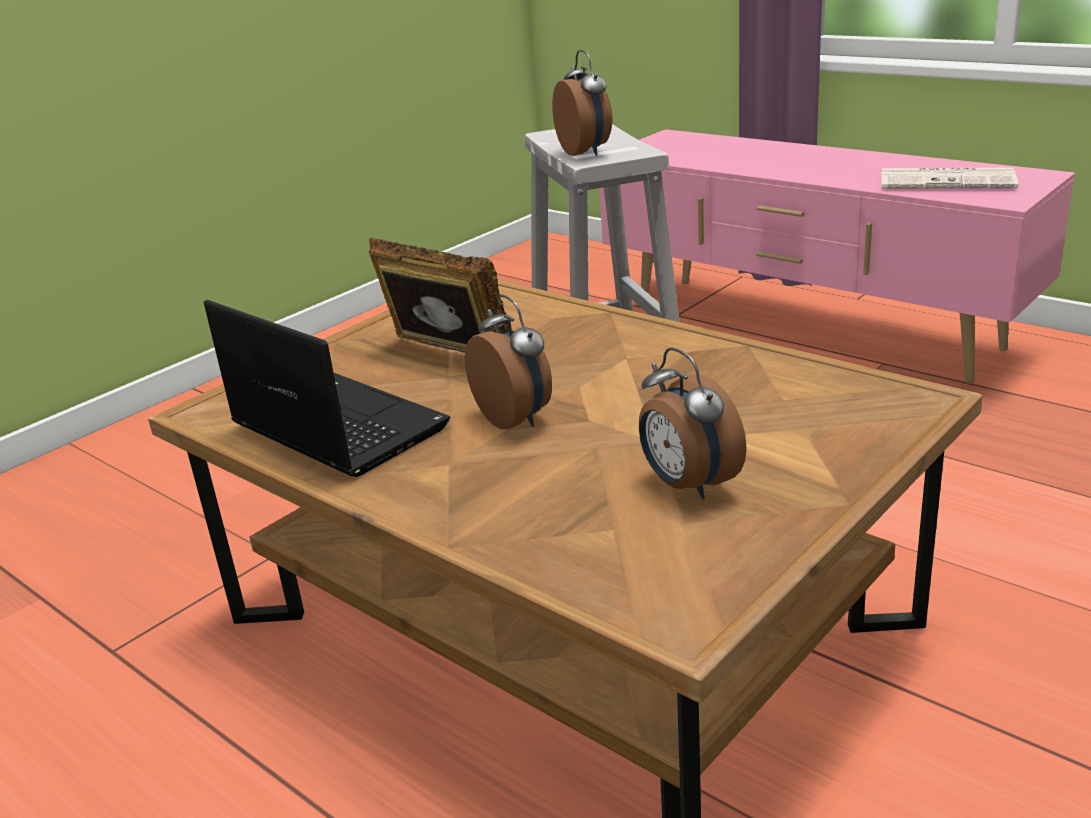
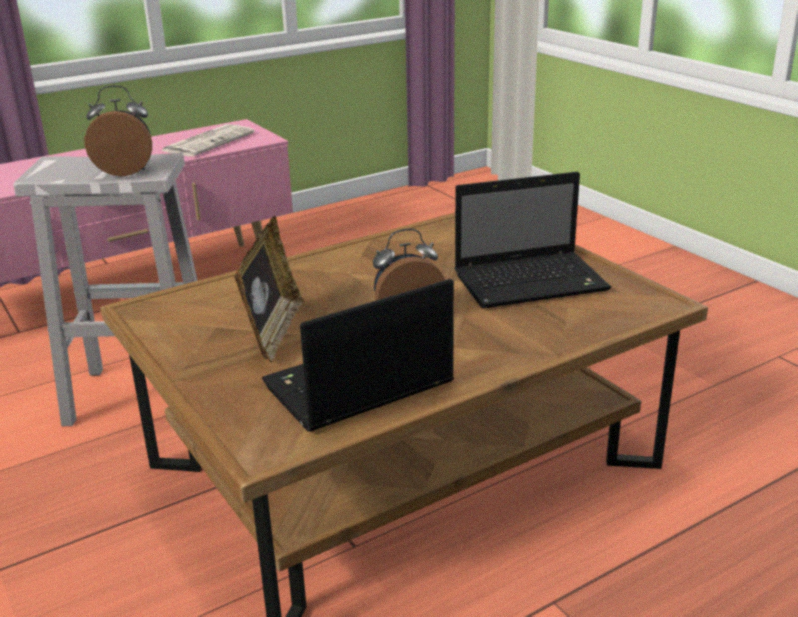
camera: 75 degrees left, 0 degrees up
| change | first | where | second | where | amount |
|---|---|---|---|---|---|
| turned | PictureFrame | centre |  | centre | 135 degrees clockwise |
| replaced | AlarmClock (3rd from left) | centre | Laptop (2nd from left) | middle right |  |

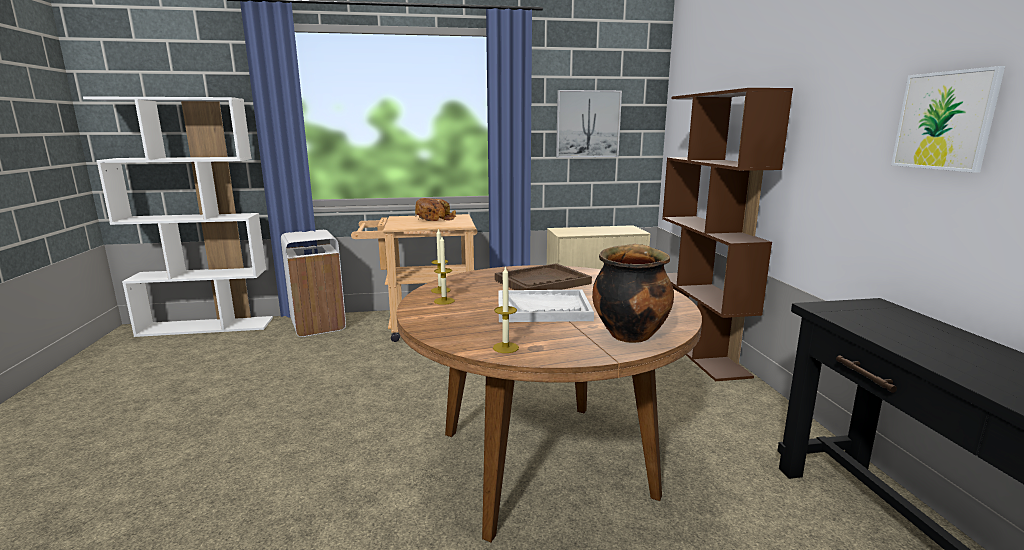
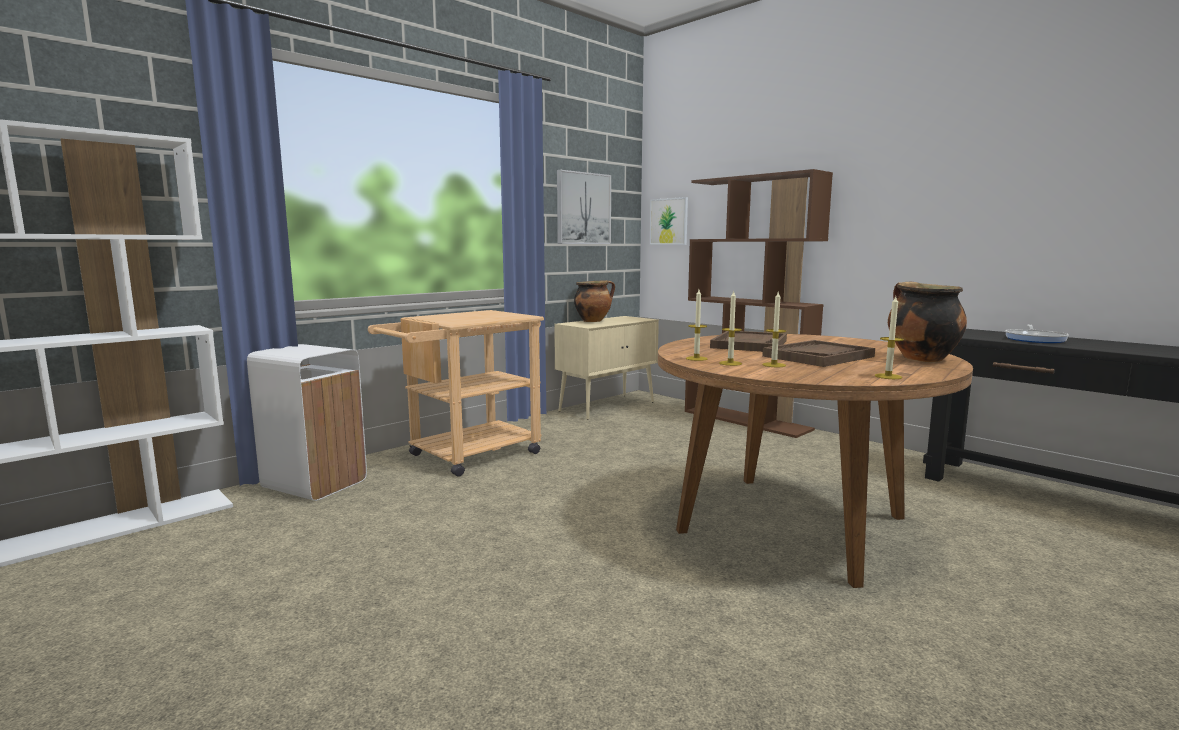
camera: 35 degrees left, 5 degrees down
| change | first | where | second | where | amount |
|---|---|---|---|---|---|
| removed | Bread | centre |  |  |  |
| recoloured | WhiteTray | centre | BrownTray (2nd from left) | middle right |  |
| moved | Picture (2nd from left) | top right |  | top centre |  |
| added |  |  | CookingPot (1st from left) | centre |  |
| added |  |  | Candle (3rd from left) | centre |  |
| added |  |  | FryingPan | middle right |  |

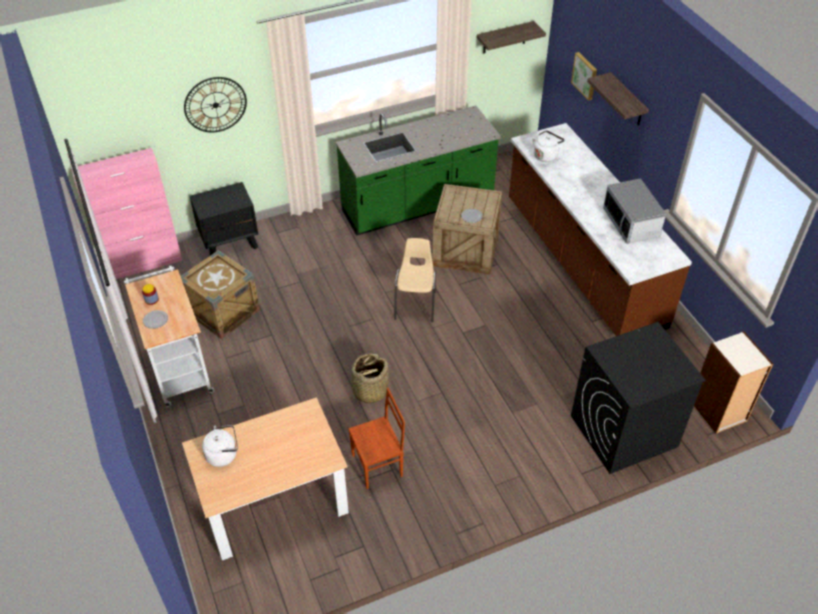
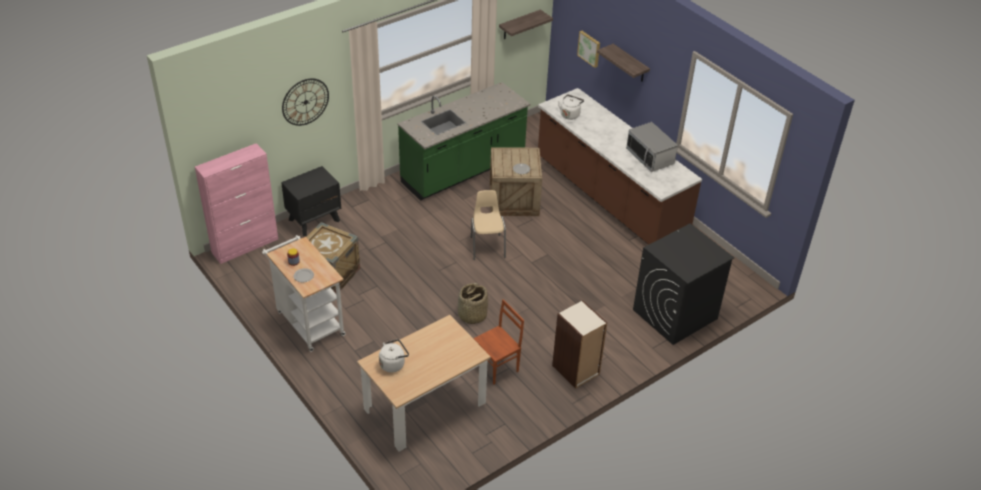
camera: 15 degrees left, 5 degrees down
| change | first | where | second | where | amount |
|---|---|---|---|---|---|
| moved | Bookcase | middle right |  | bottom centre |  |

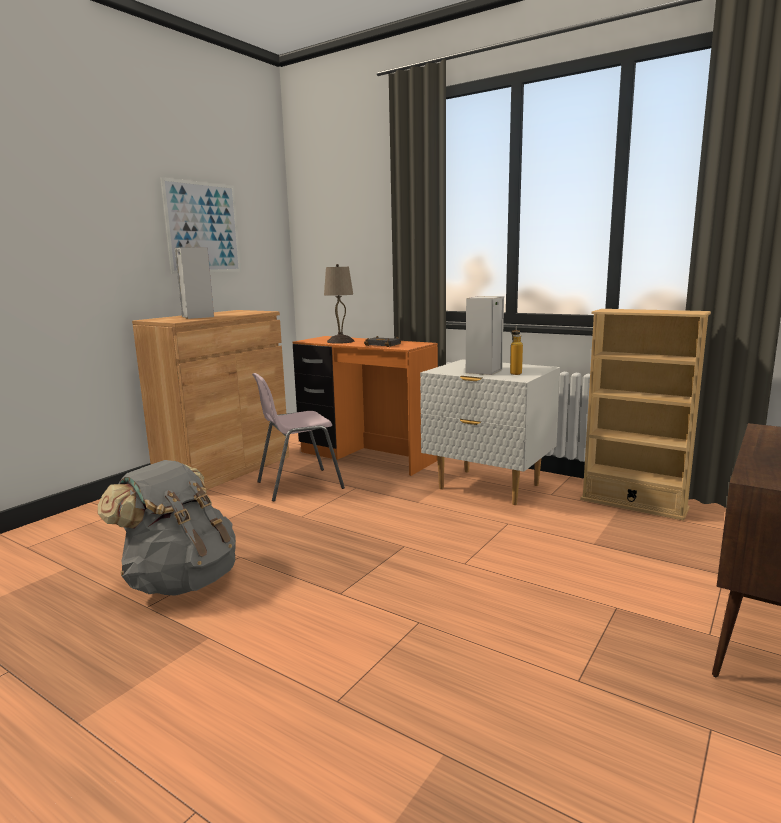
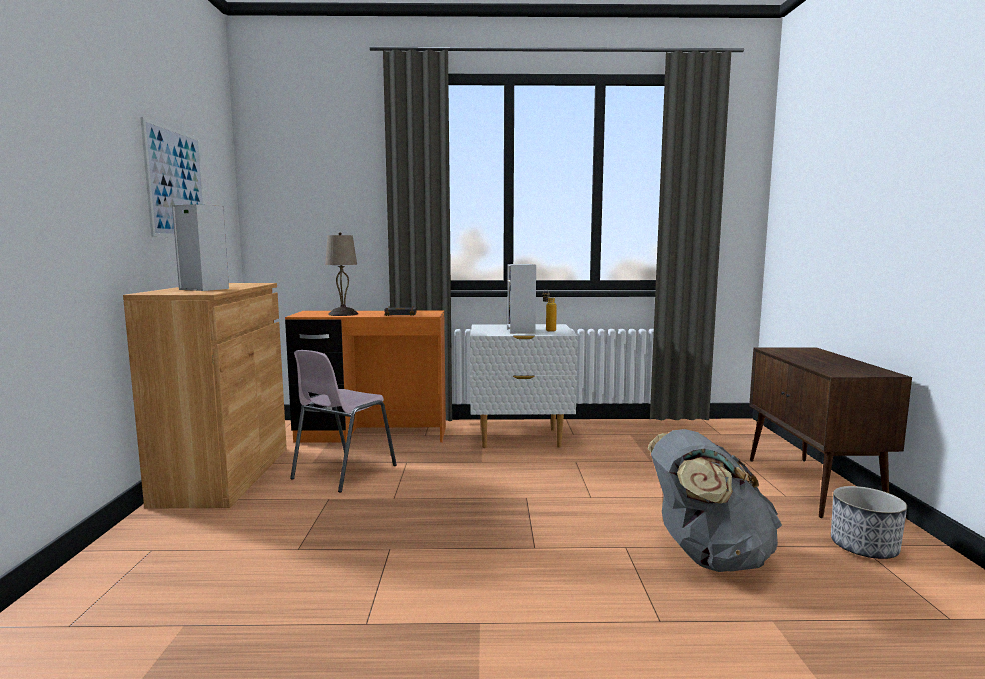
camera: 35 degrees left, 5 degrees down
| change | first | where | second | where | amount |
|---|---|---|---|---|---|
| moved | GreyBackpack | middle left |  | bottom right |  |
| removed | BeigeBookcase | middle right |  |  |  |
| added |  |  | Planter | bottom right |  |

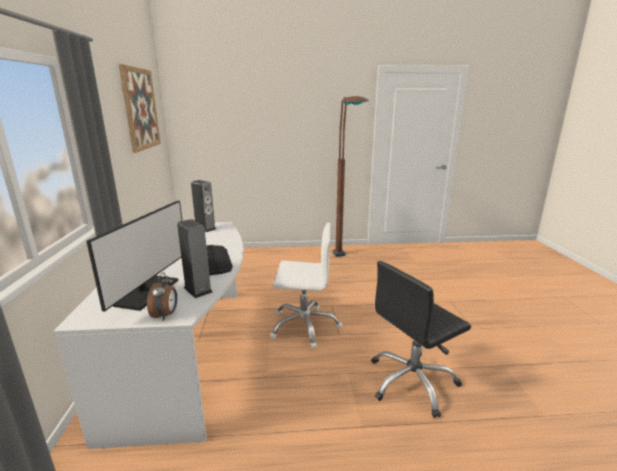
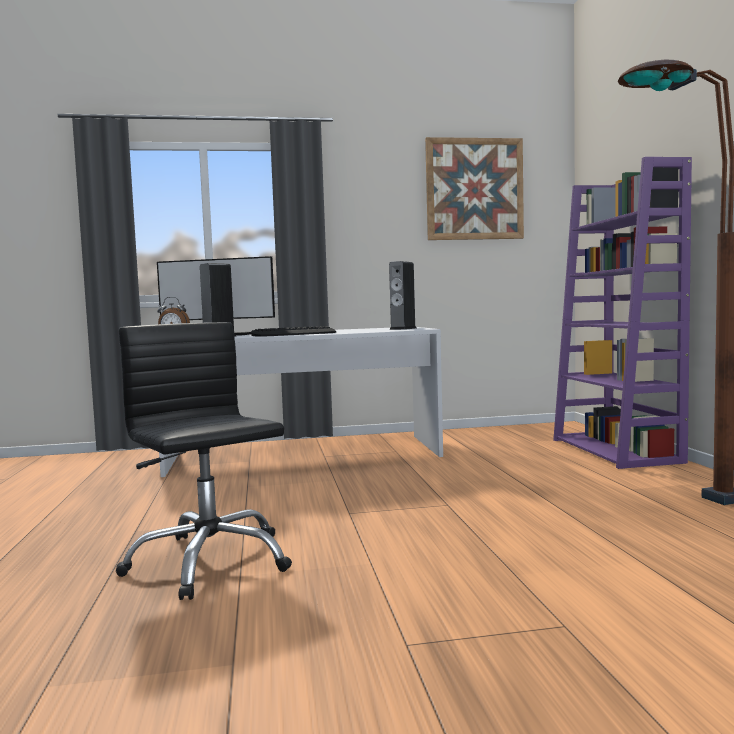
camera: 85 degrees right, 15 degrees down
| change | first | where | second | where | amount |
|---|---|---|---|---|---|
| removed | WhiteOfficeChair | centre |  |  |  |
| added |  |  | PurpleBookcase | middle right |  |

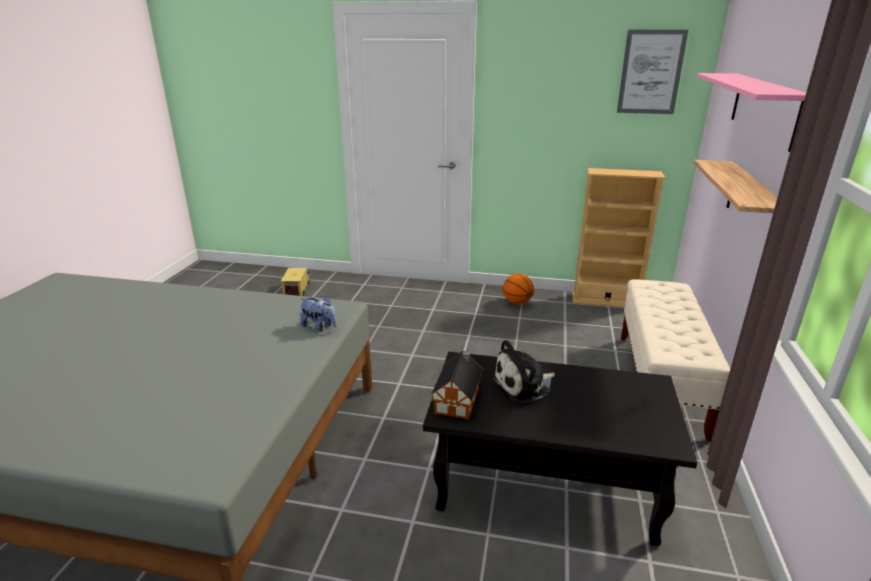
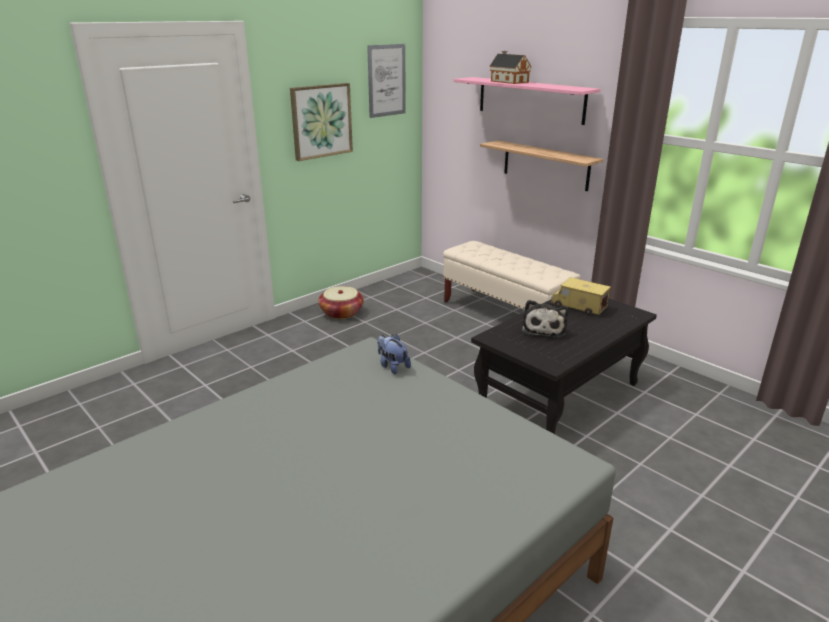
camera: 55 degrees left, 0 degrees up
| change | first | where | second | where | amount |
|---|---|---|---|---|---|
| moved | ToyTruck | centre |  | middle right |  |
| turned | PlushToy (1st from left) | centre |  | centre | 105 degrees counterclockwise |
| moved | ToyHouse | centre |  | top centre |  |
| replaced | Basketball | centre | Basket | centre |  |
| removed | BeigeBookcase | middle right |  |  |  |
| added |  |  | Picture (1st from left) | top centre |  |

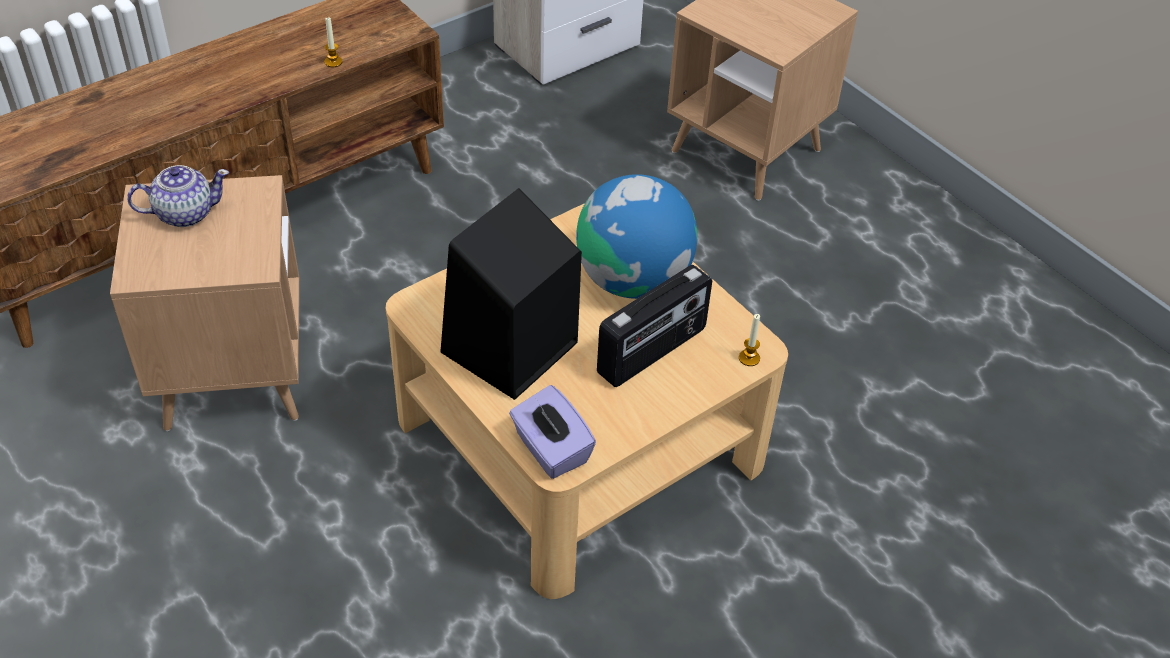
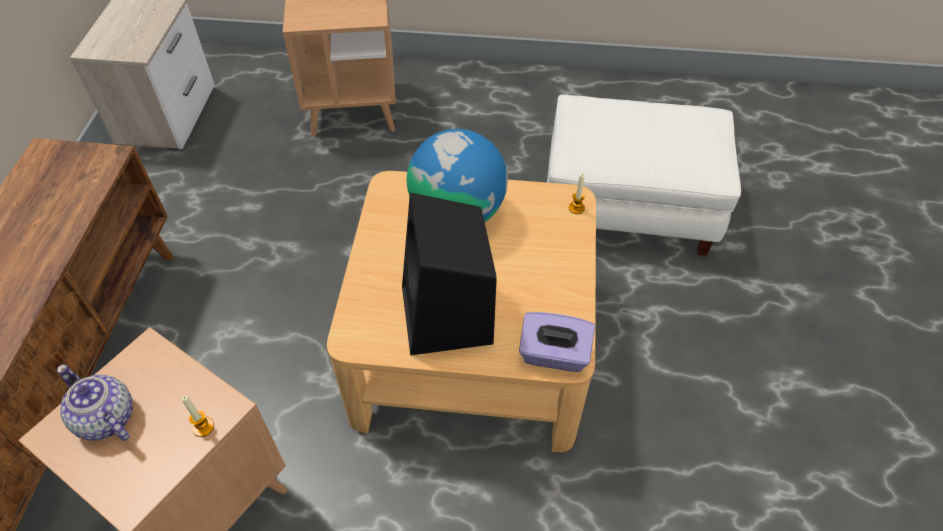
camera: 45 degrees left, 5 degrees up
| change | first | where | second | where | amount |
|---|---|---|---|---|---|
| turned | Teapot | top left |  | bottom left | 75 degrees counterclockwise |
| moved | Candle (1st from left) | top left |  | bottom left |  |
| removed | Radio | centre |  |  |  |
| added |  |  | WhiteOttoman | top right |  |

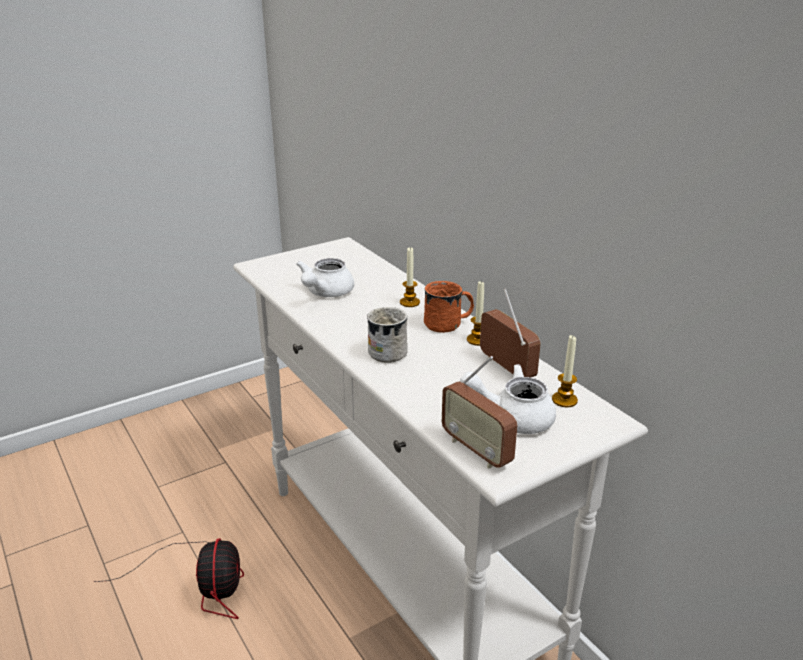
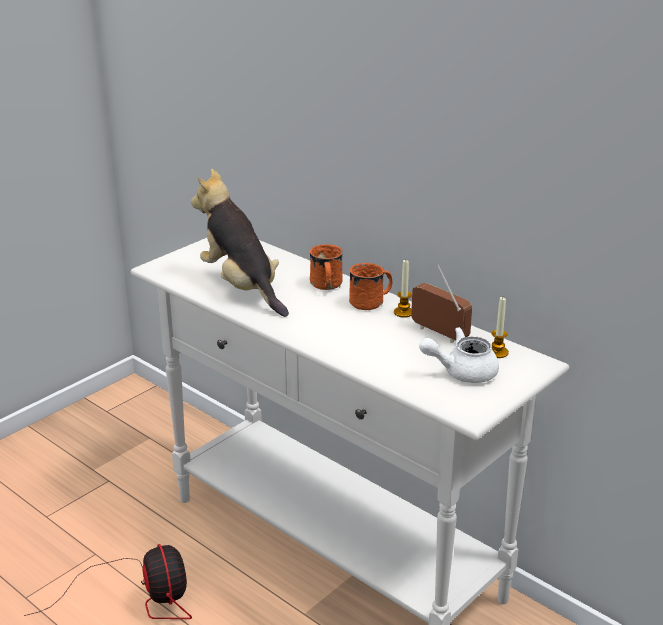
camera: 15 degrees left, 0 degrees up
| change | first | where | second | where | amount |
|---|---|---|---|---|---|
| replaced | WhiteTeapot (1st from left) | centre | PlushToy | centre |  |
| removed | WhiteMug | centre |  |  |  |
| replaced | Candle (1st from left) | centre | OrangeMug (1st from left) | centre |  |
| removed | Radio (1st from left) | centre |  |  |  |

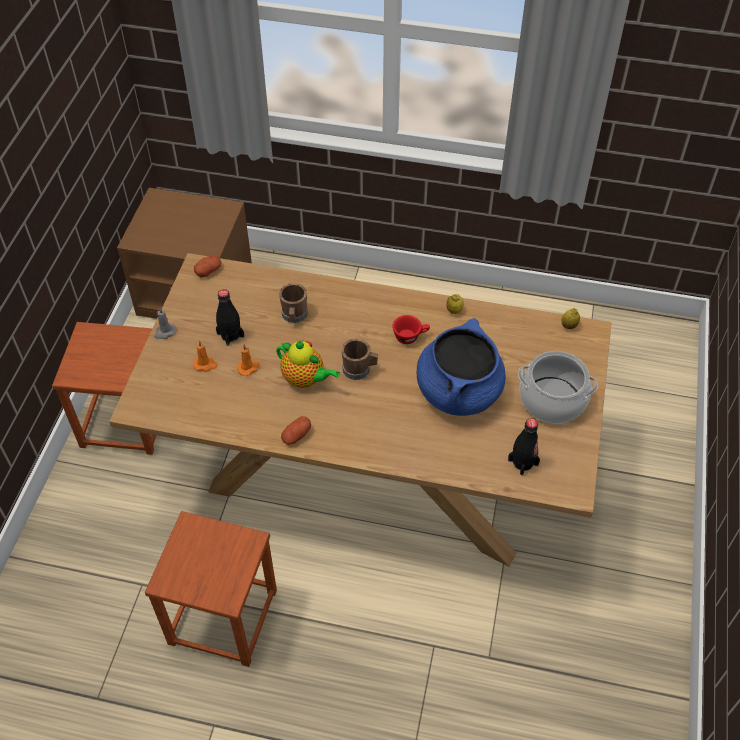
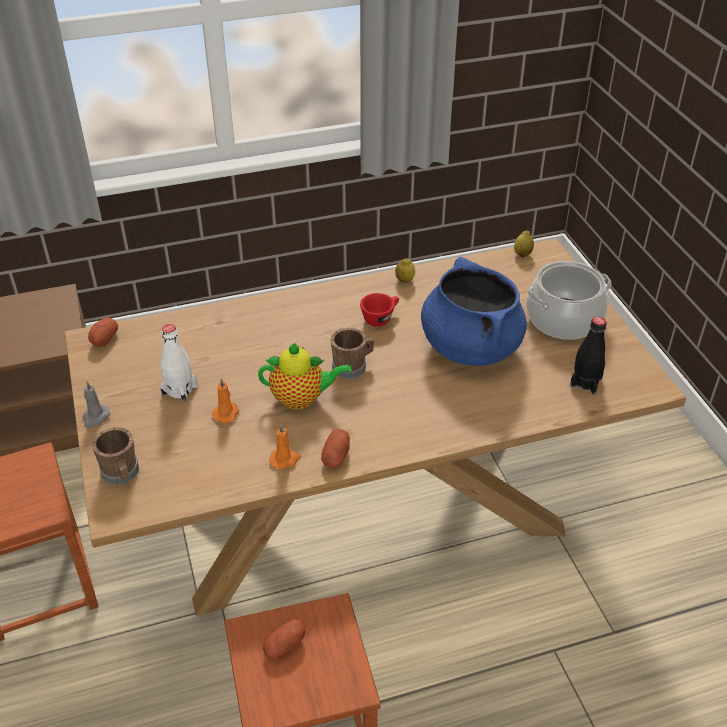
camera: 30 degrees left, 10 degrees down
| change | first | where | second | where | amount |
|---|---|---|---|---|---|
| moved | OrangeCandle (1st from left in the first image) | middle left | OrangeCandle (2nd from left) | centre |  |
| recoloured | BlackBottle (1st from left) | middle left | WhiteBottle | middle left |  |
| moved | BrownMug (1st from left) | centre |  | middle left |  |
| added |  |  | Potato (2nd from left) | bottom centre |  |

